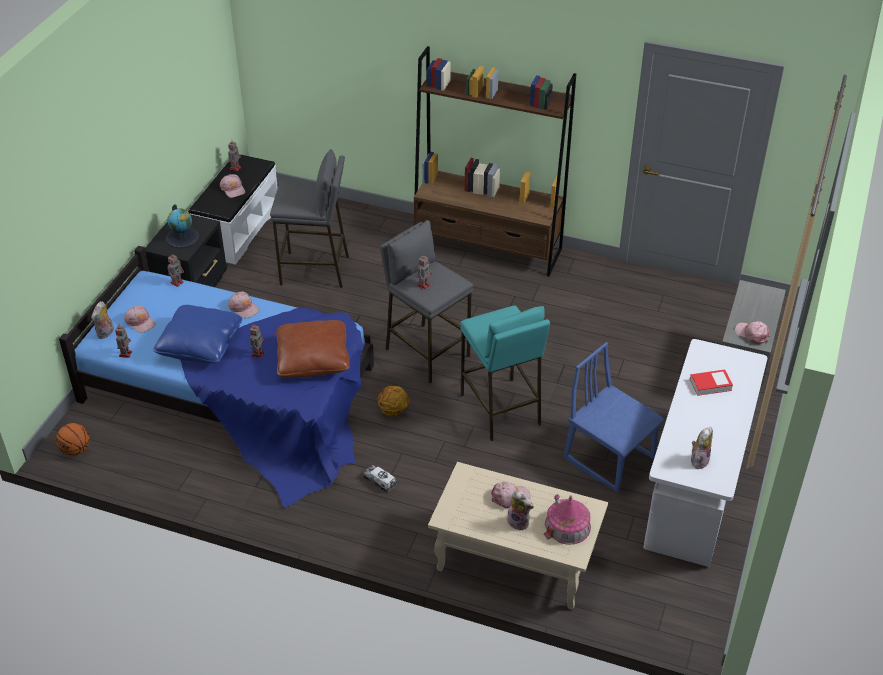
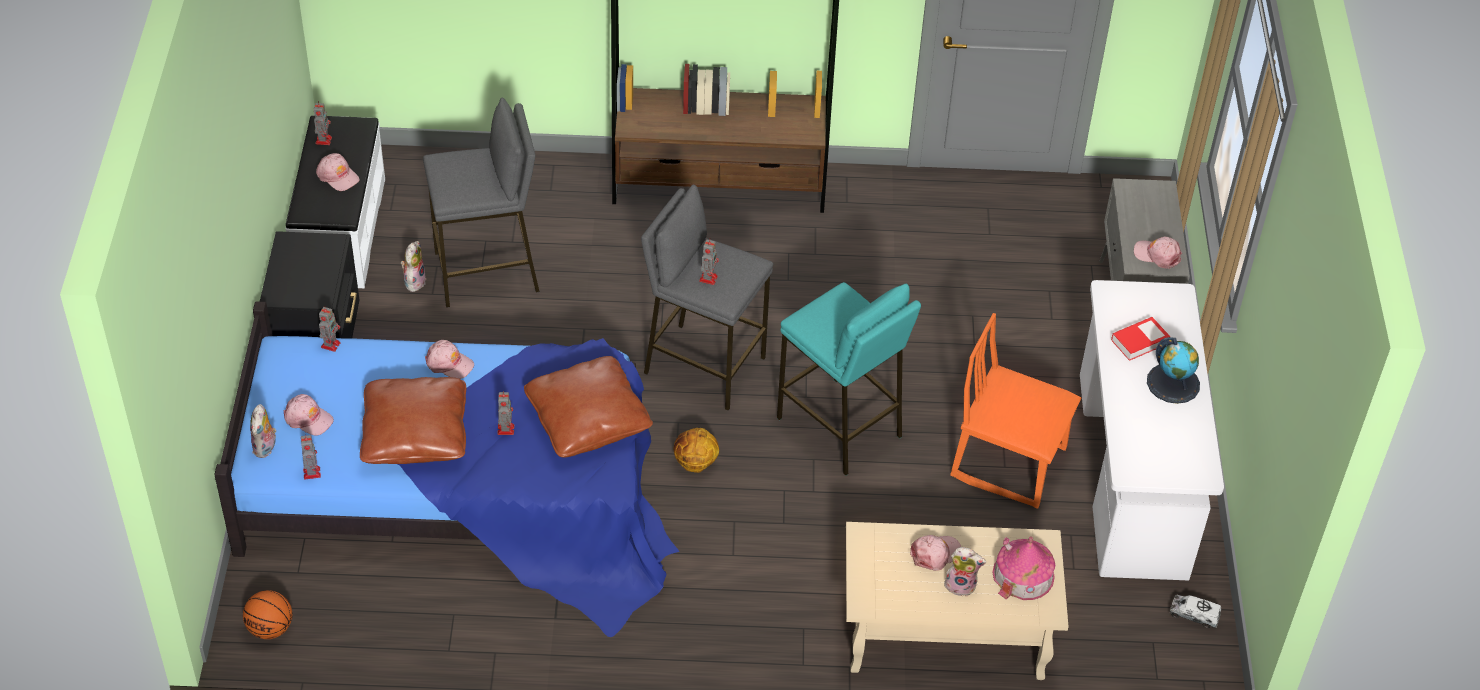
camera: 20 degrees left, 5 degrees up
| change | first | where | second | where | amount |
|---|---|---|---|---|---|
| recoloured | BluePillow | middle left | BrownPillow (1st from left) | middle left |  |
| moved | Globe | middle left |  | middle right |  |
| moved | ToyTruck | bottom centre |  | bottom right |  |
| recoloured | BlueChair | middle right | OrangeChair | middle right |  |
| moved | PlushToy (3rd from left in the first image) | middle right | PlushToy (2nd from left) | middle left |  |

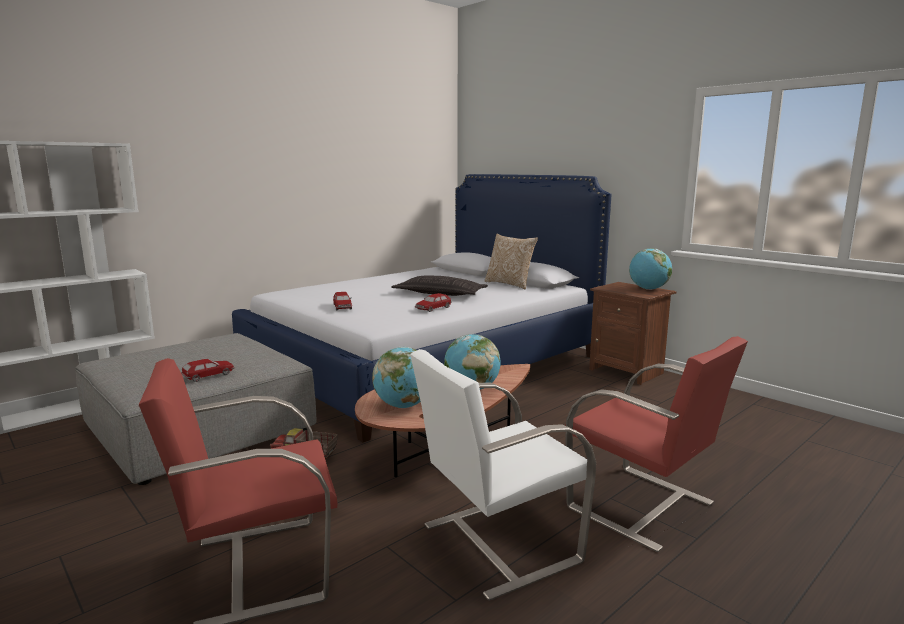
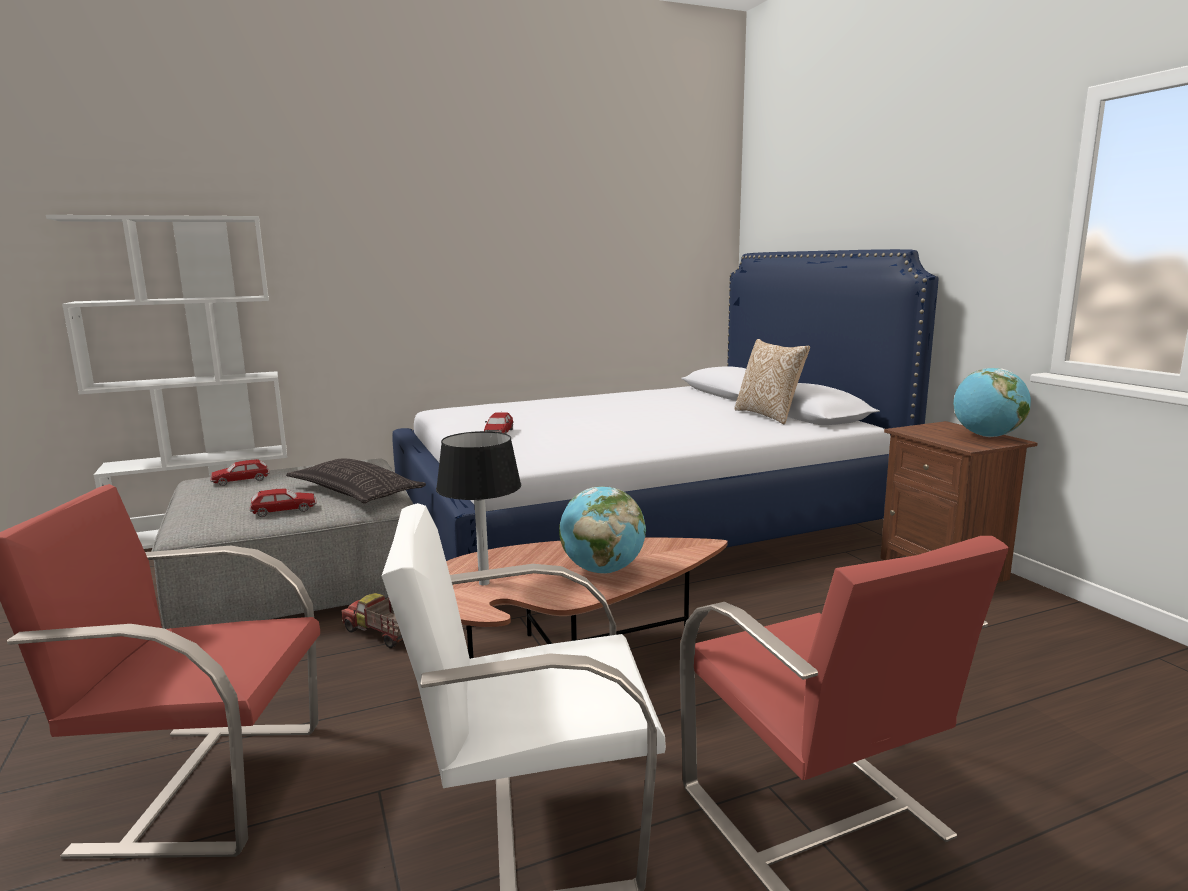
camera: 20 degrees right, 0 degrees up
| change | first | where | second | where | amount |
|---|---|---|---|---|---|
| replaced | Globe (1st from left) | centre | BlackTableLamp | centre |  |
| moved | Pillow (1st from left) | centre |  | middle left |  |
| moved | ToyCar (3rd from left in the first image) | centre | ToyCar (1st from left) | middle left |  |

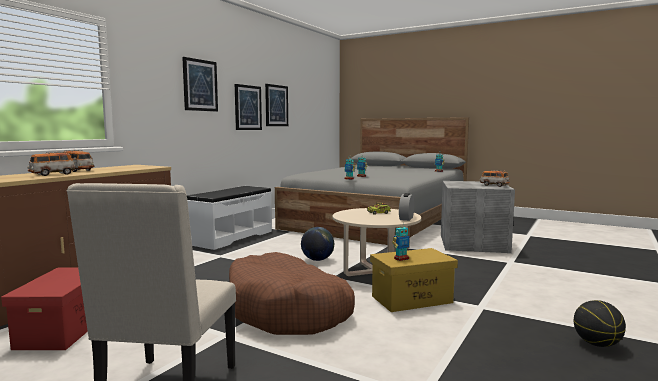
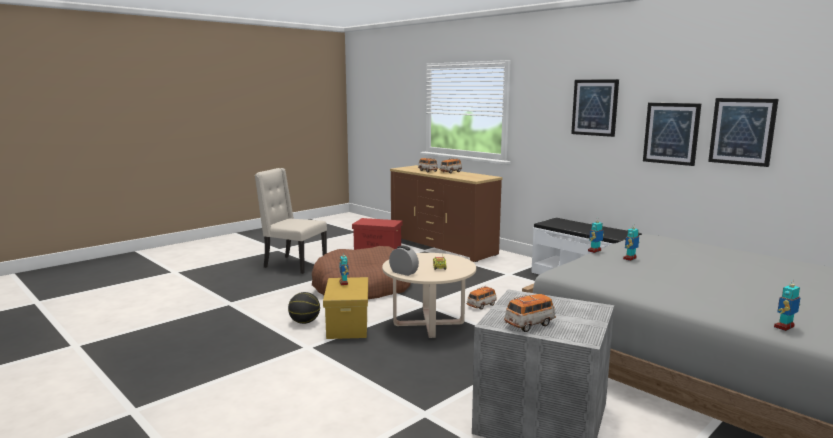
camera: 105 degrees right, 5 degrees up
| change | first | where | second | where | amount |
|---|---|---|---|---|---|
| replaced | Globe | centre | ToyCar (3rd from left) | bottom centre |  |
| moved | Basketball | bottom right |  | bottom centre |  |

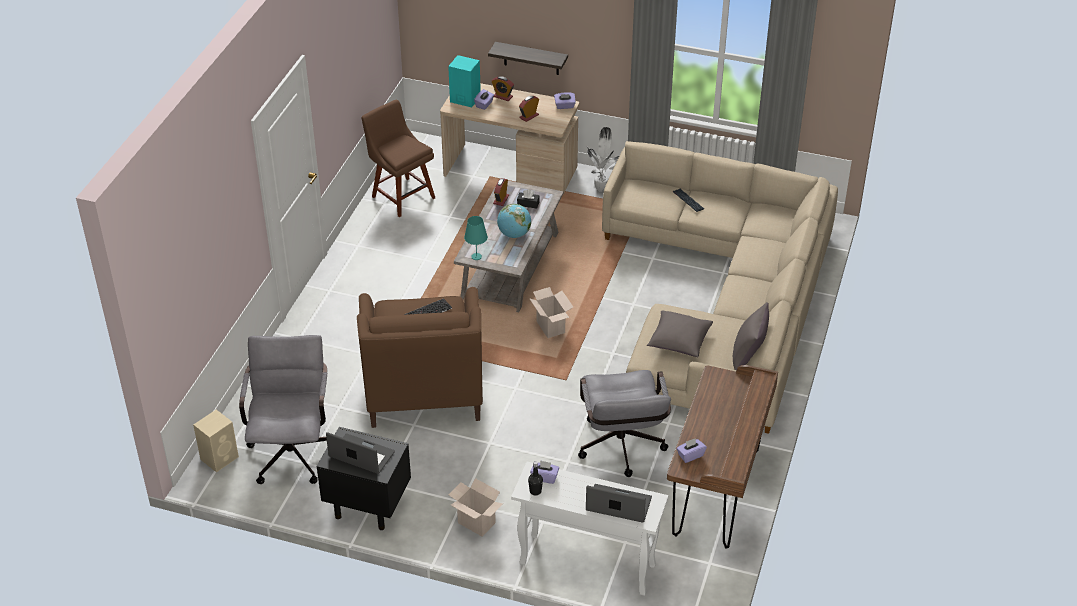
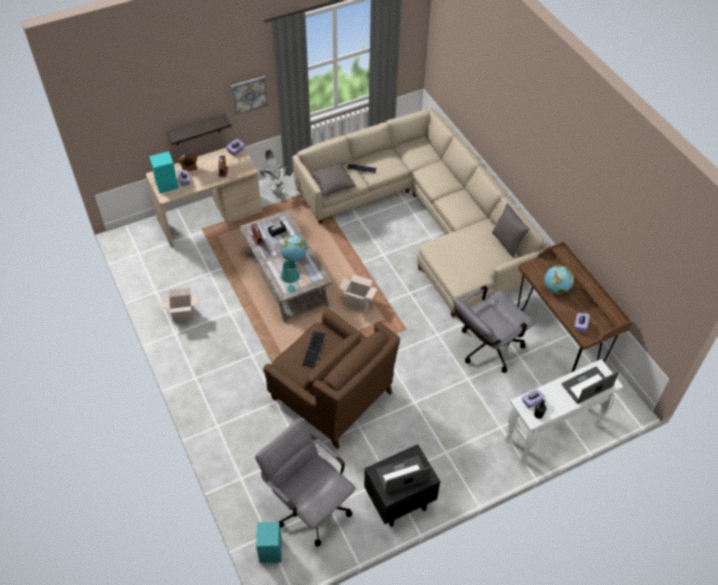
camera: 45 degrees left, 10 degrees up
| change | first | where | second | where | amount |
|---|---|---|---|---|---|
| recoloured | BeigeSpeaker | bottom left | TurquoiseSpeaker (2nd from left) | bottom centre |  |
| removed | BrownChair | top centre |  |  |  |
| moved | CardboardBox (1st from left) | bottom centre |  | middle left |  |
| turned | GreyOfficeChair (2nd from left) | bottom centre |  | middle right | 105 degrees clockwise |
| moved | GreyPillow (1st from left) | centre |  | top centre |  |
| added |  |  | Picture | top centre |  |
| added |  |  | Globe (2nd from left) | middle right |  |

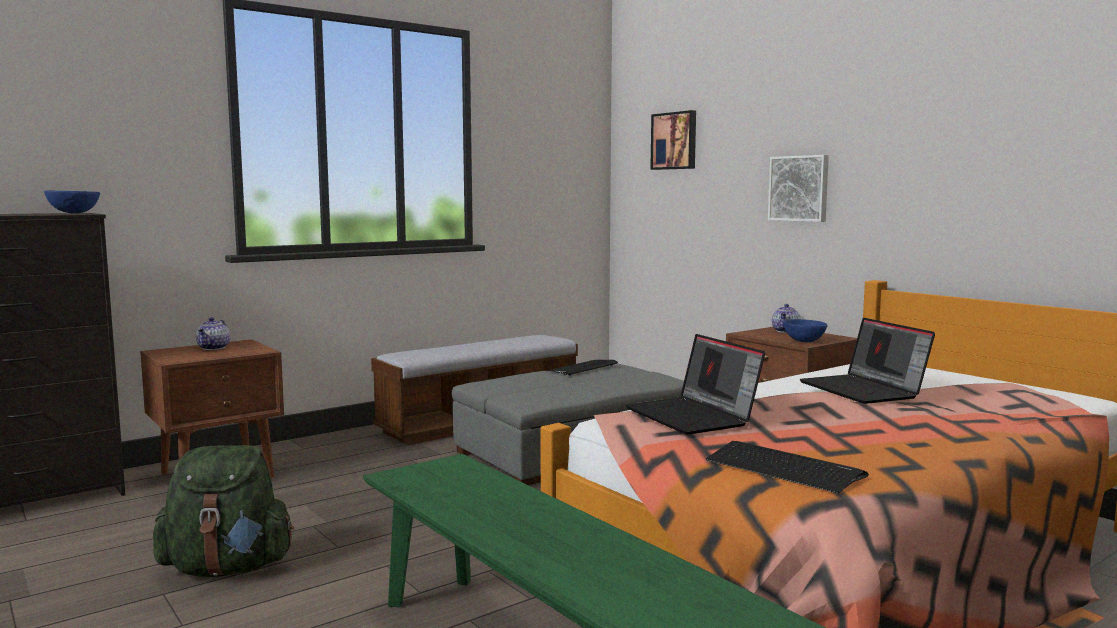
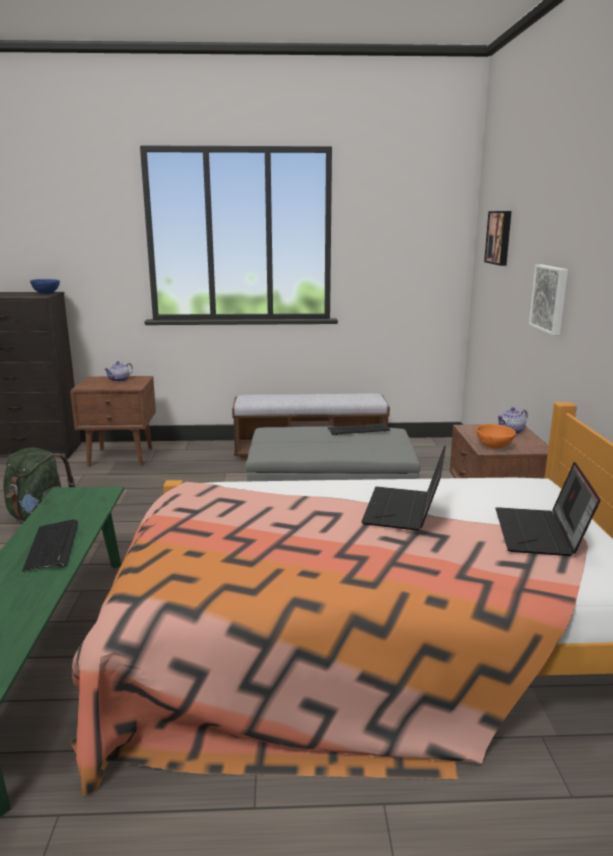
camera: 35 degrees right, 10 degrees up
| change | first | where | second | where | amount |
|---|---|---|---|---|---|
| moved | Laptop (1st from left in the first image) | centre | Laptop (2nd from left) | middle right |  |
| moved | Keyboard (2nd from left in the first image) | bottom right | Keyboard (1st from left) | middle left |  |
| recoloured | BlueBowl (2nd from left) | middle right | OrangeBowl | middle right |  |

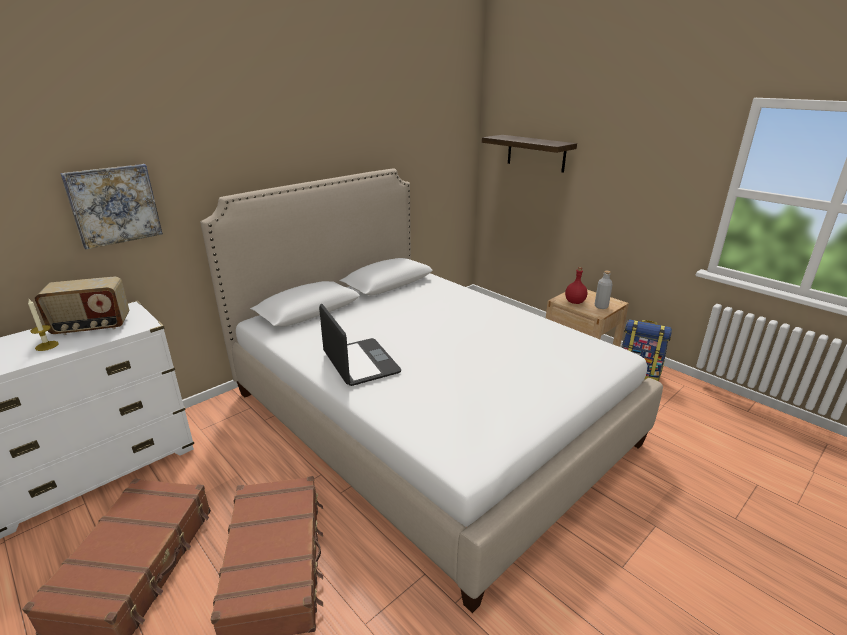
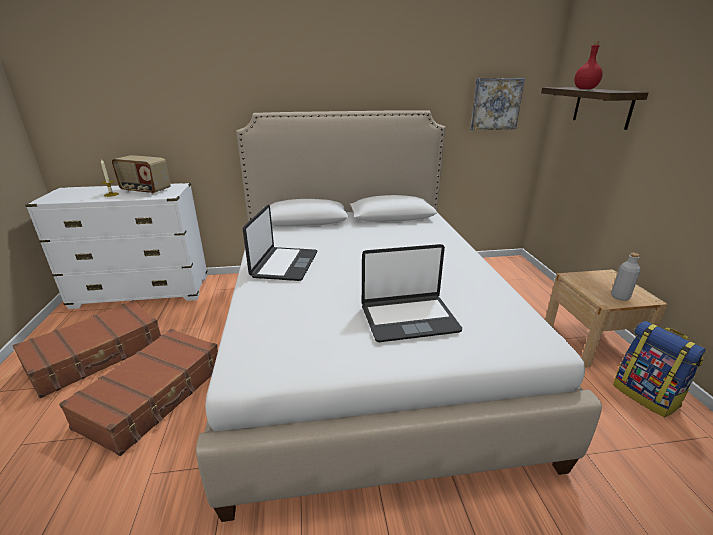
camera: 35 degrees right, 0 degrees up
| change | first | where | second | where | amount |
|---|---|---|---|---|---|
| moved | Picture | top left |  | top right |  |
| moved | RedBottle | middle right |  | top right |  |
| added |  |  | Laptop (2nd from left) | centre |  |

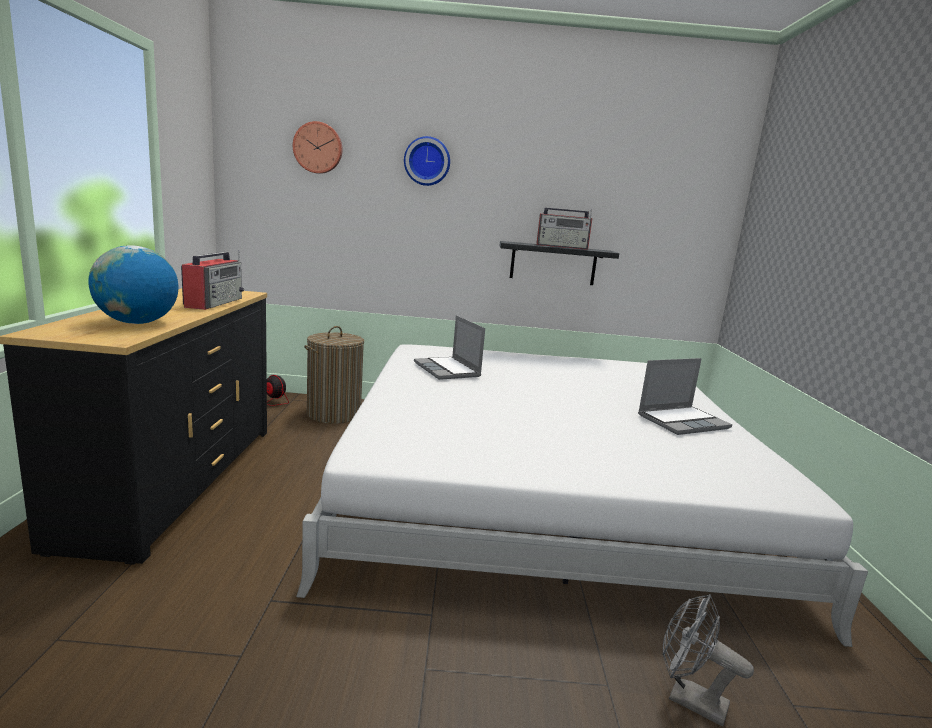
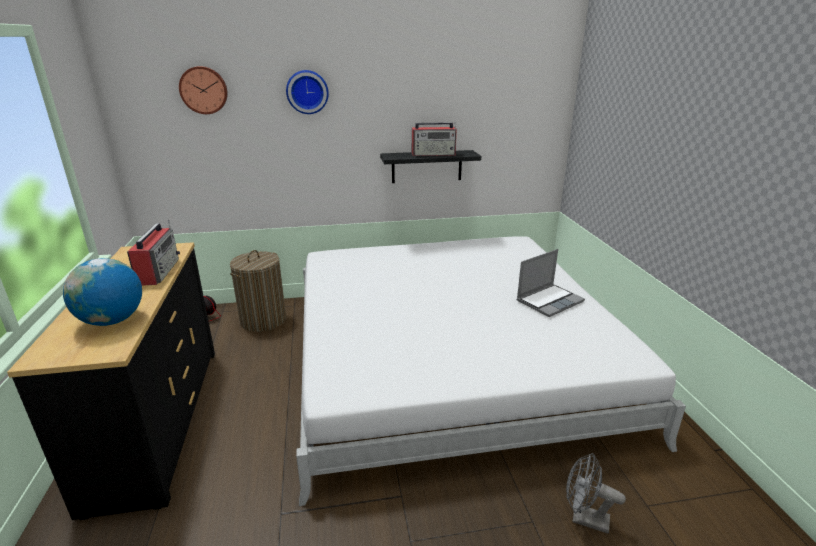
camera: 10 degrees left, 10 degrees up
| change | first | where | second | where | amount |
|---|---|---|---|---|---|
| removed | Laptop (1st from left) | centre |  |  |  |

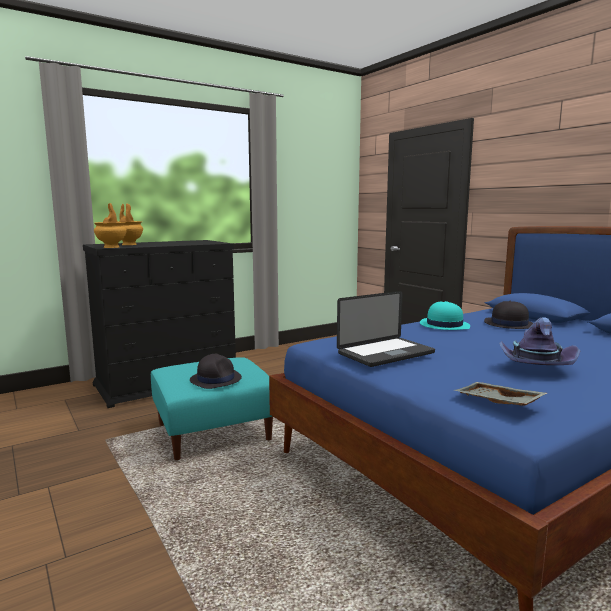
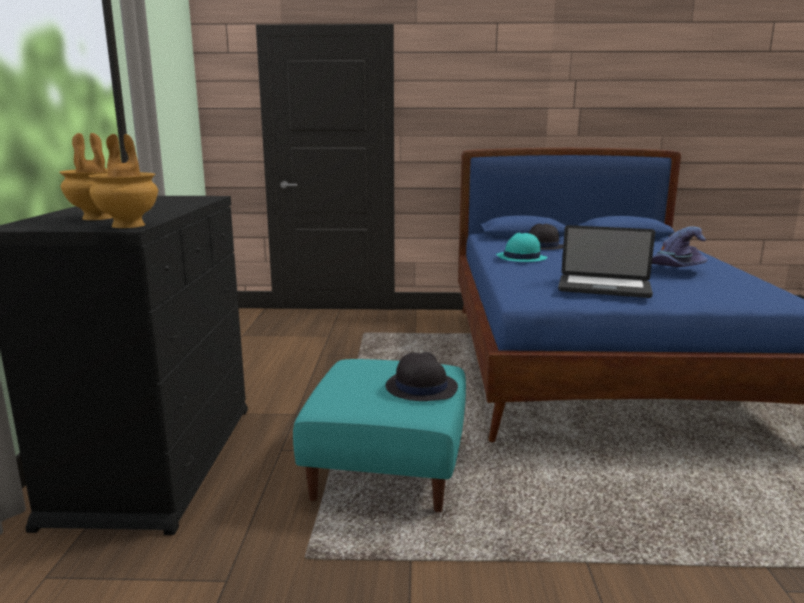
camera: 55 degrees left, 5 degrees up
| change | first | where | second | where | amount |
|---|---|---|---|---|---|
| turned | Laptop | centre |  | middle right | 105 degrees clockwise |
| removed | GreyTray | middle right |  |  |  |

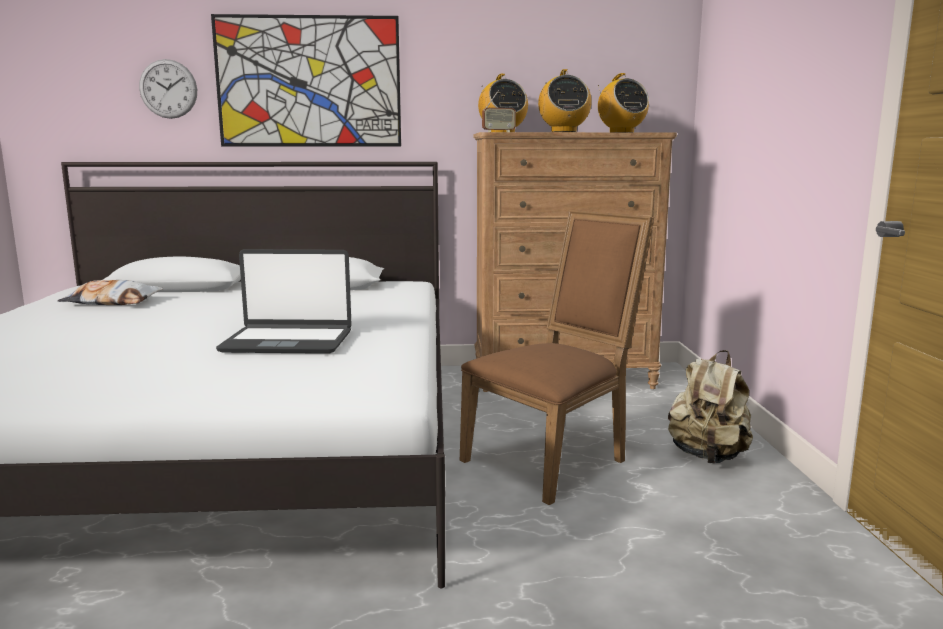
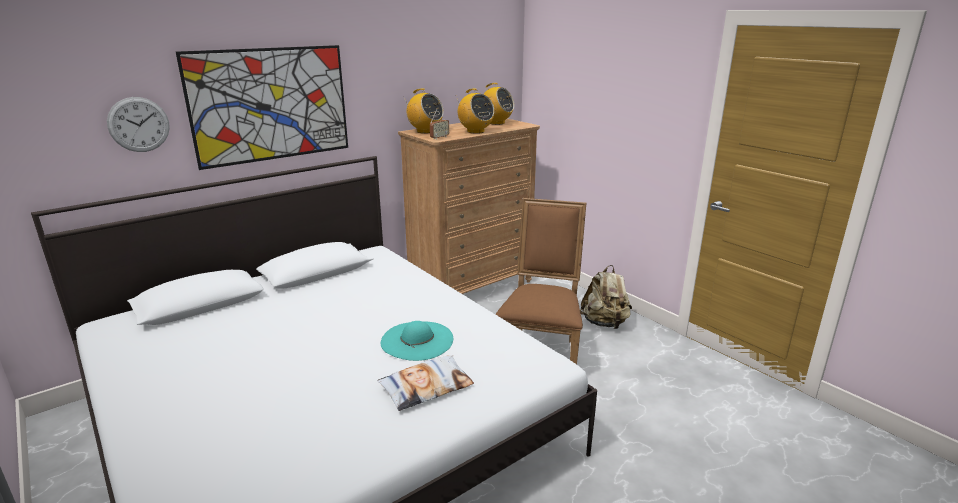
camera: 35 degrees left, 10 degrees up
| change | first | where | second | where | amount |
|---|---|---|---|---|---|
| moved | Pillow | middle left |  | bottom centre |  |
| replaced | Laptop | middle left | TurquoiseHat | bottom centre |  |

